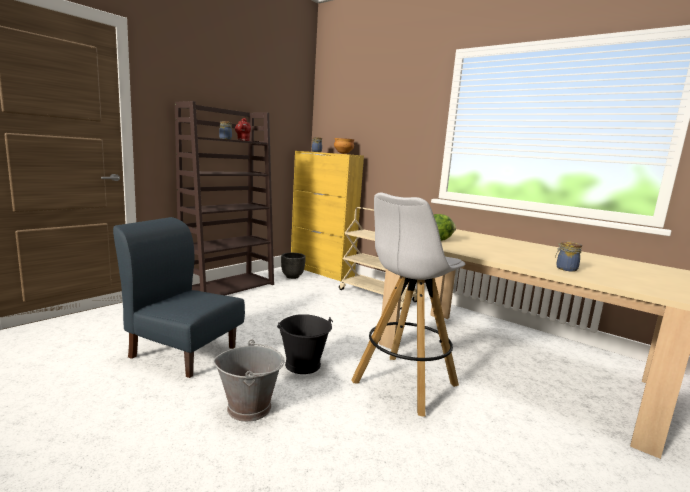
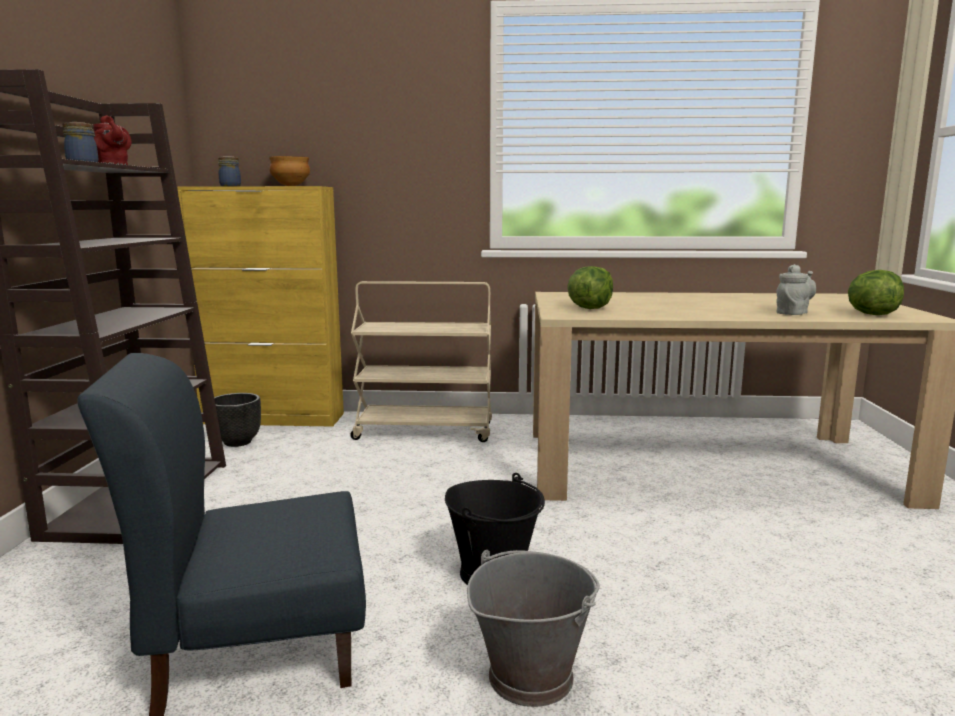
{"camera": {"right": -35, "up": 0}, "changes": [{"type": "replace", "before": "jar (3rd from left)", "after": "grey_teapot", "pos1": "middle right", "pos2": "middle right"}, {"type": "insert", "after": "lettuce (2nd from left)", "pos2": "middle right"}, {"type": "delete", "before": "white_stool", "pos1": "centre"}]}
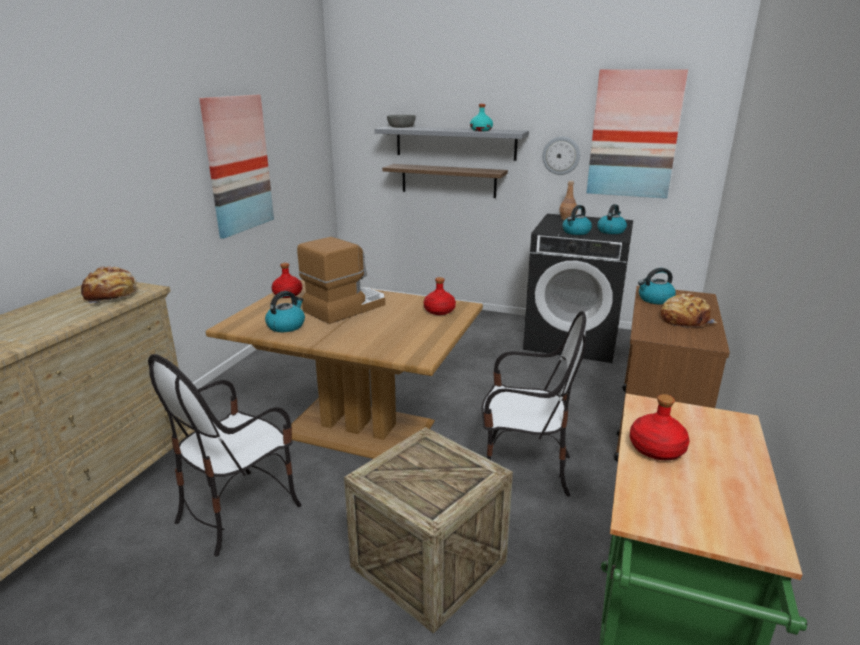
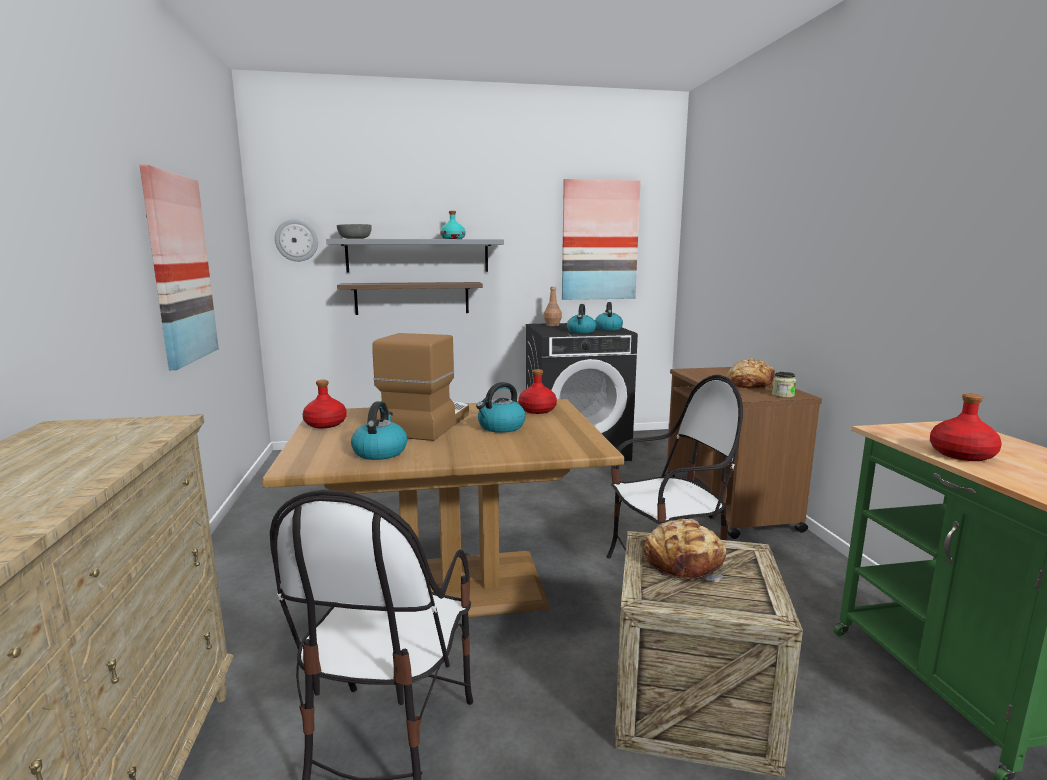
{"camera": {"right": -30, "up": -10}, "changes": [{"type": "move", "before": "wall_clock", "pos1": "top centre", "pos2": "top left"}, {"type": "move", "before": "kettle (4th from left in the first image)", "after": "kettle (2nd from left)", "pos1": "middle right", "pos2": "centre"}, {"type": "move", "before": "bread (1st from left)", "pos1": "middle left", "pos2": "bottom centre"}, {"type": "insert", "after": "jar", "pos2": "middle right"}]}
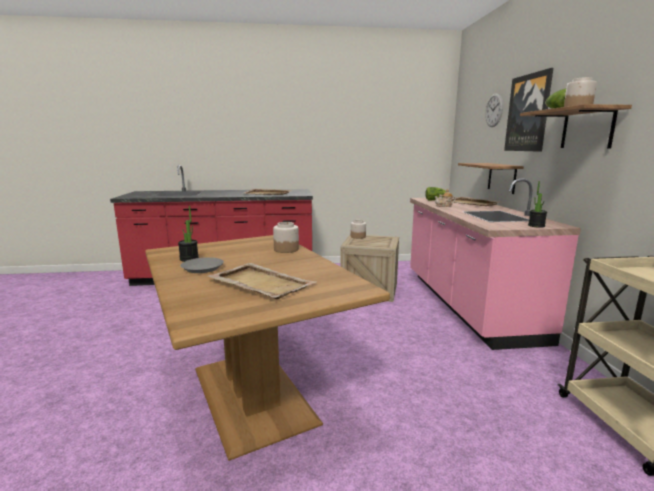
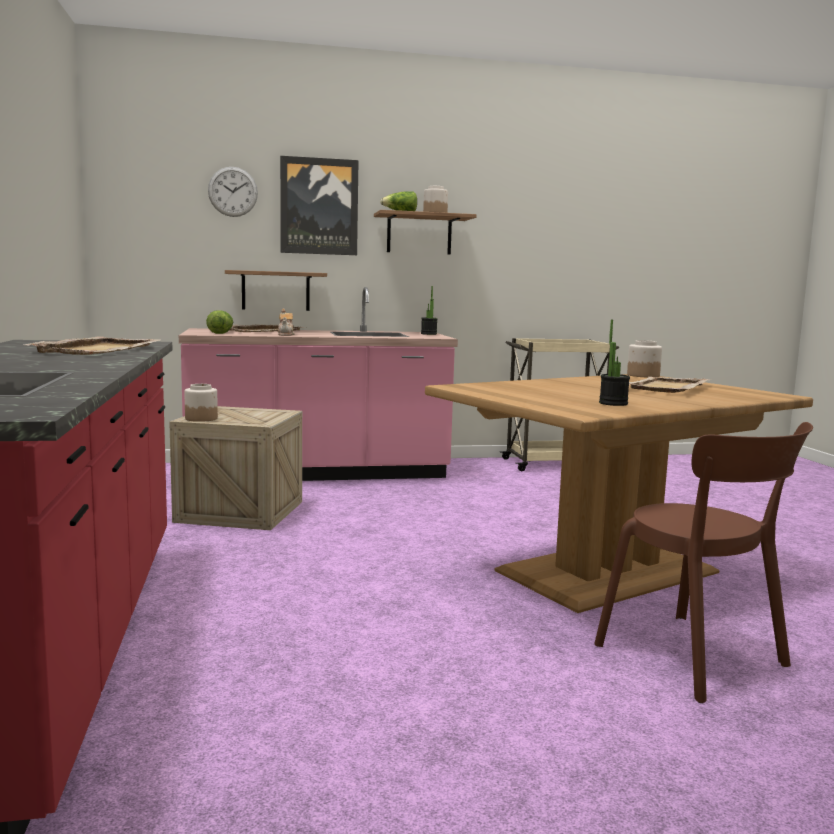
{"camera": {"right": -95, "up": -5}, "changes": [{"type": "insert", "after": "brown_chair", "pos2": "bottom right"}, {"type": "move", "before": "jar (1st from left in the first image)", "after": "jar (3rd from left)", "pos1": "centre", "pos2": "middle right"}, {"type": "delete", "before": "grey_plate", "pos1": "middle left"}]}
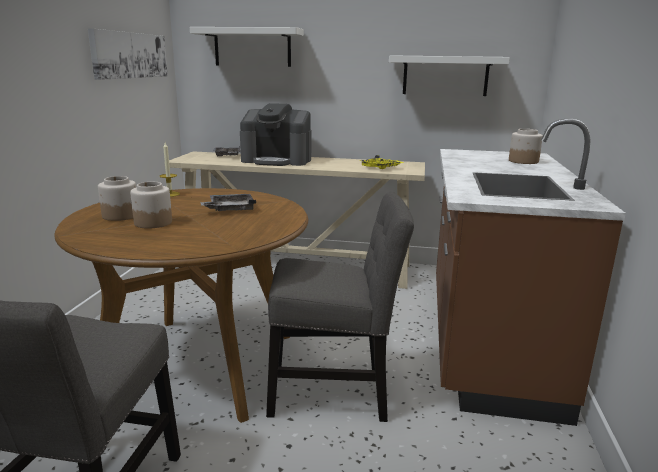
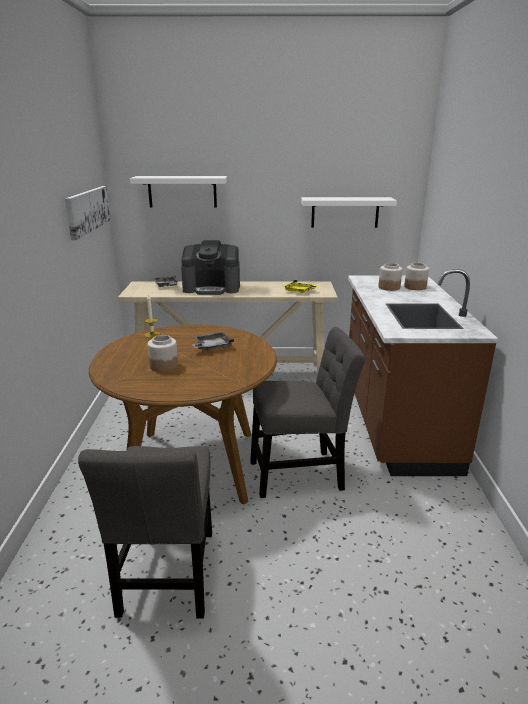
{"camera": {"right": -10, "up": 5}, "changes": [{"type": "move", "before": "jar (1st from left in the first image)", "after": "jar (2nd from left)", "pos1": "middle left", "pos2": "middle right"}]}
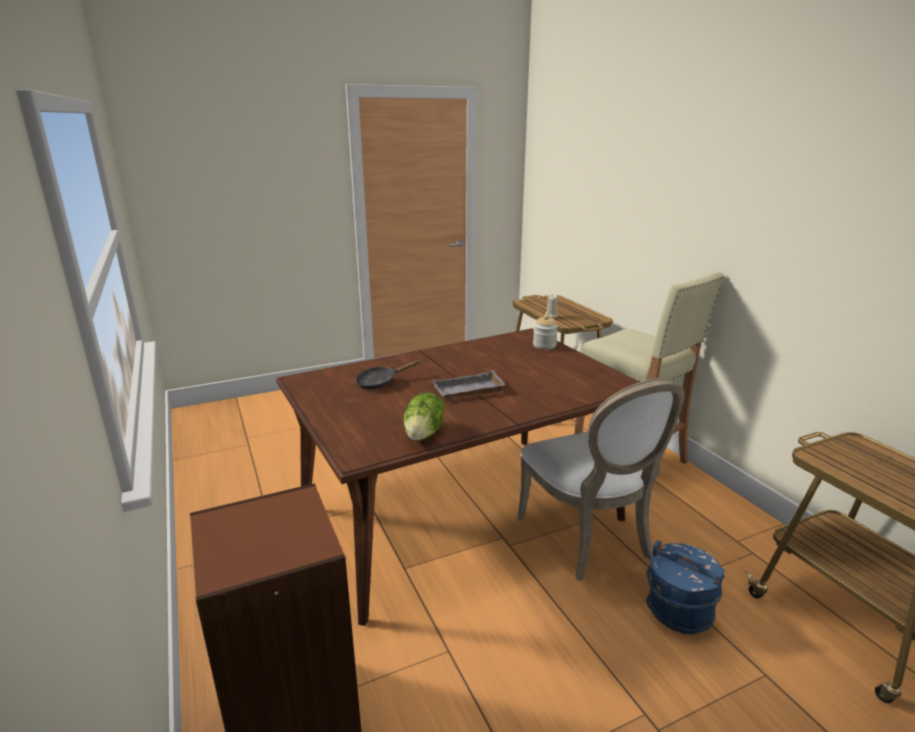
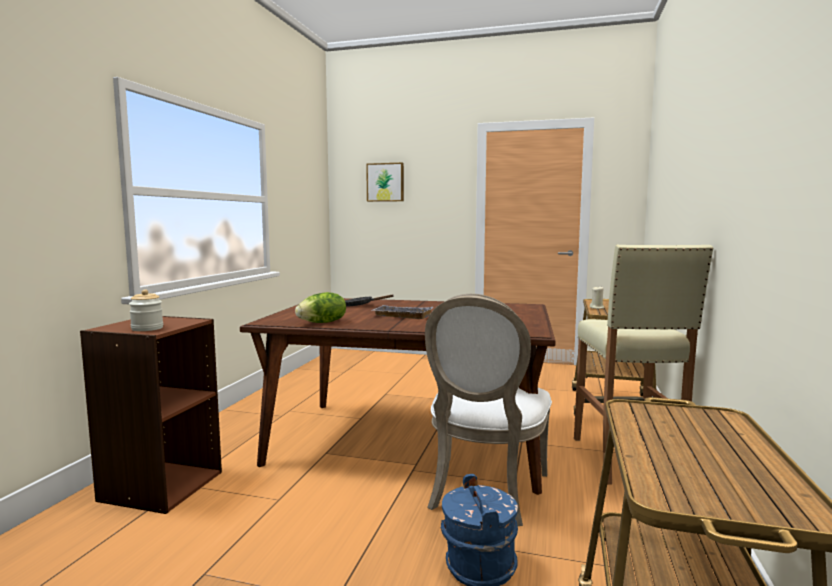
{"camera": {"right": 40, "up": -15}, "changes": [{"type": "move", "before": "jar", "pos1": "centre", "pos2": "middle left"}, {"type": "insert", "after": "picture", "pos2": "top centre"}]}
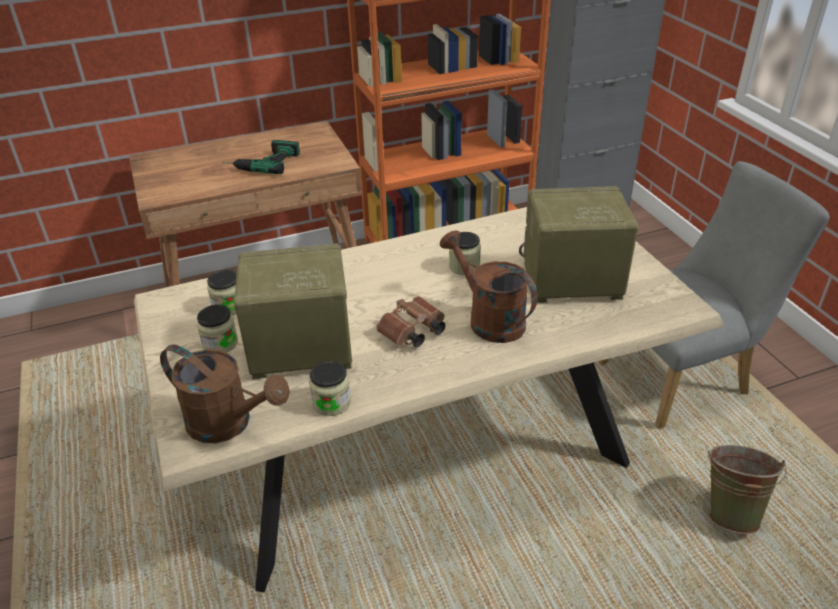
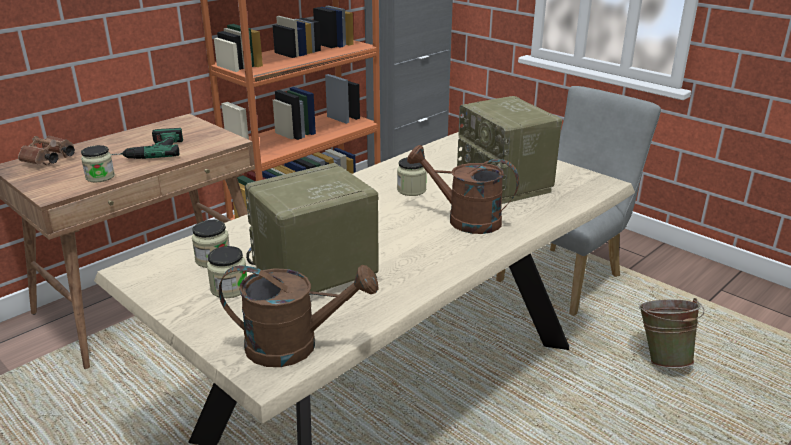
{"camera": {"right": -25, "up": -10}, "changes": [{"type": "move", "before": "brown_binoculars", "pos1": "centre", "pos2": "middle left"}, {"type": "move", "before": "jar (3rd from left in the first image)", "after": "jar (1st from left)", "pos1": "centre", "pos2": "middle left"}, {"type": "rotate", "before": "radio (2nd from left)", "pos1": "middle right", "pos2": "centre", "turn": -90}]}
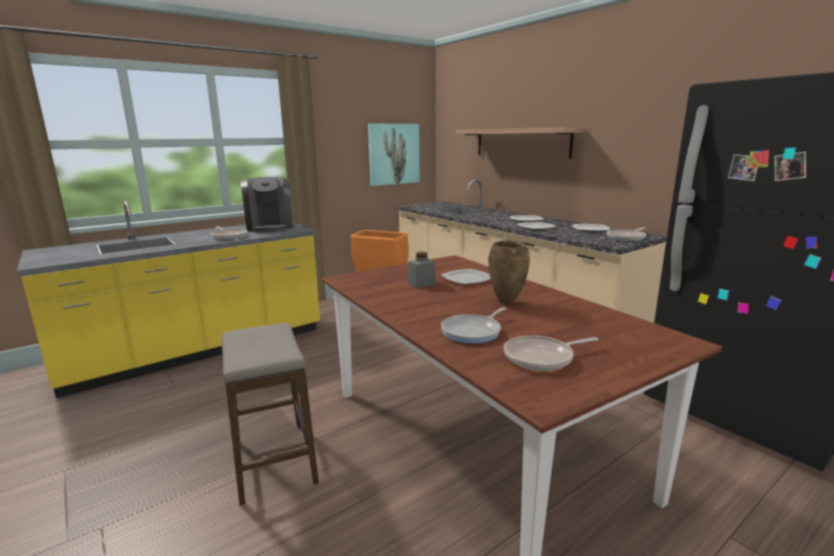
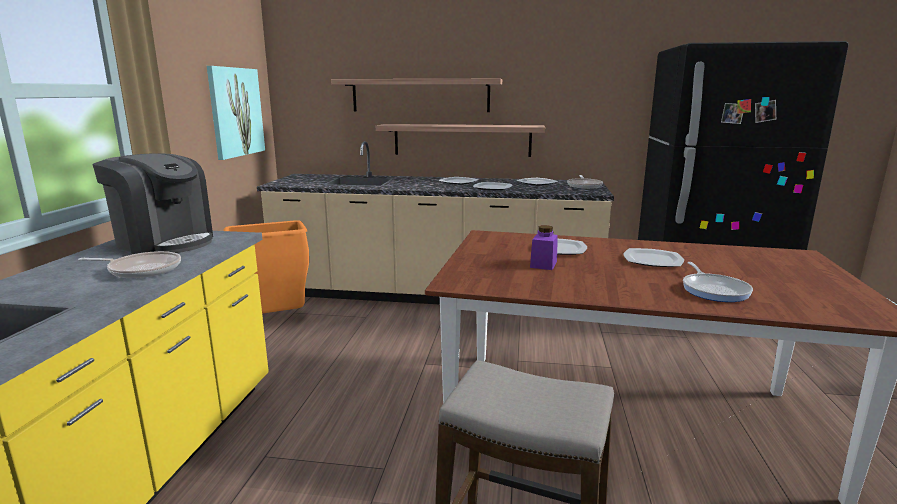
{"camera": {"right": -45, "up": 0}, "changes": [{"type": "insert", "after": "shelf (2nd from left)", "pos2": "top centre"}, {"type": "recolor", "before": "grey_jar", "after": "purple_jar", "pos1": "centre", "pos2": "centre"}, {"type": "replace", "before": "brown_vase", "after": "plate (5th from left)", "pos1": "centre", "pos2": "middle right"}, {"type": "delete", "before": "frying_pan (3rd from left)", "pos1": "centre"}]}
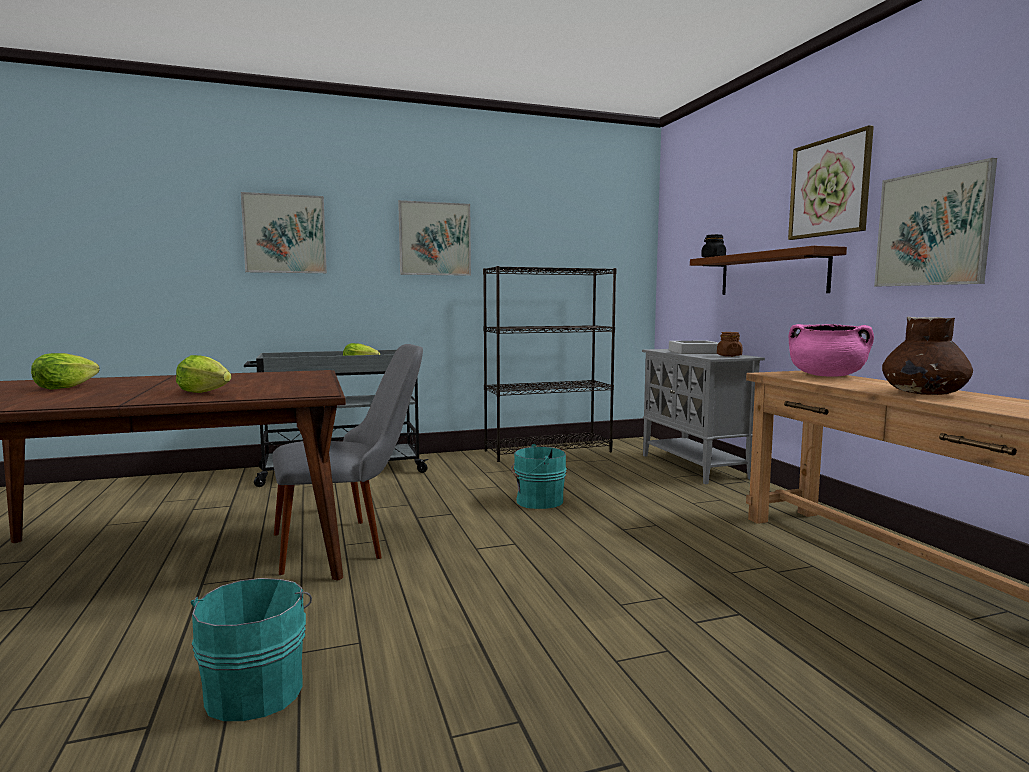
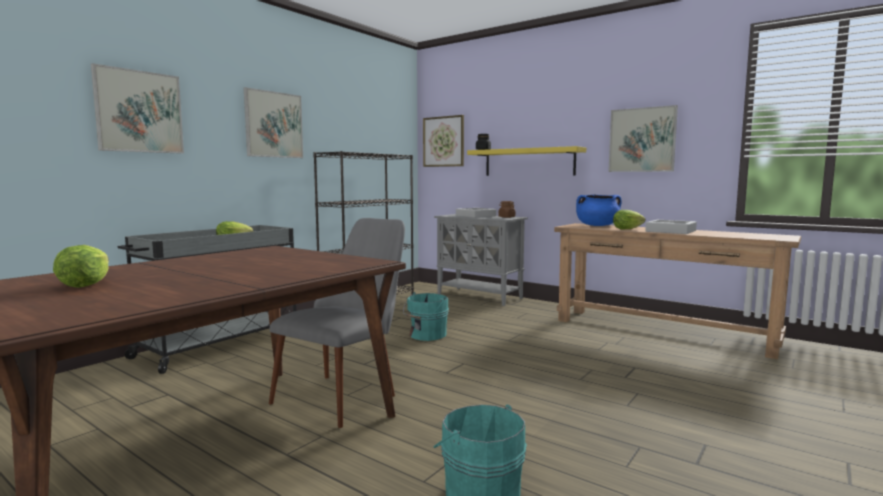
{"camera": {"right": -35, "up": 0}, "changes": [{"type": "move", "before": "picture (3rd from left)", "pos1": "top right", "pos2": "top centre"}, {"type": "recolor", "before": "brown_shelf", "after": "yellow_shelf", "pos1": "middle right", "pos2": "top centre"}, {"type": "recolor", "before": "pink_cooking_pot", "after": "blue_cooking_pot", "pos1": "middle right", "pos2": "middle right"}, {"type": "move", "before": "lettuce (2nd from left in the first image)", "after": "lettuce (3rd from left)", "pos1": "middle left", "pos2": "middle right"}, {"type": "replace", "before": "brown_vase", "after": "grey_tray (2nd from left)", "pos1": "middle right", "pos2": "middle right"}]}
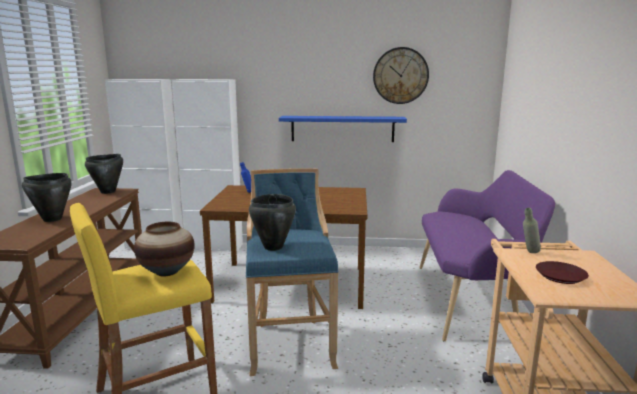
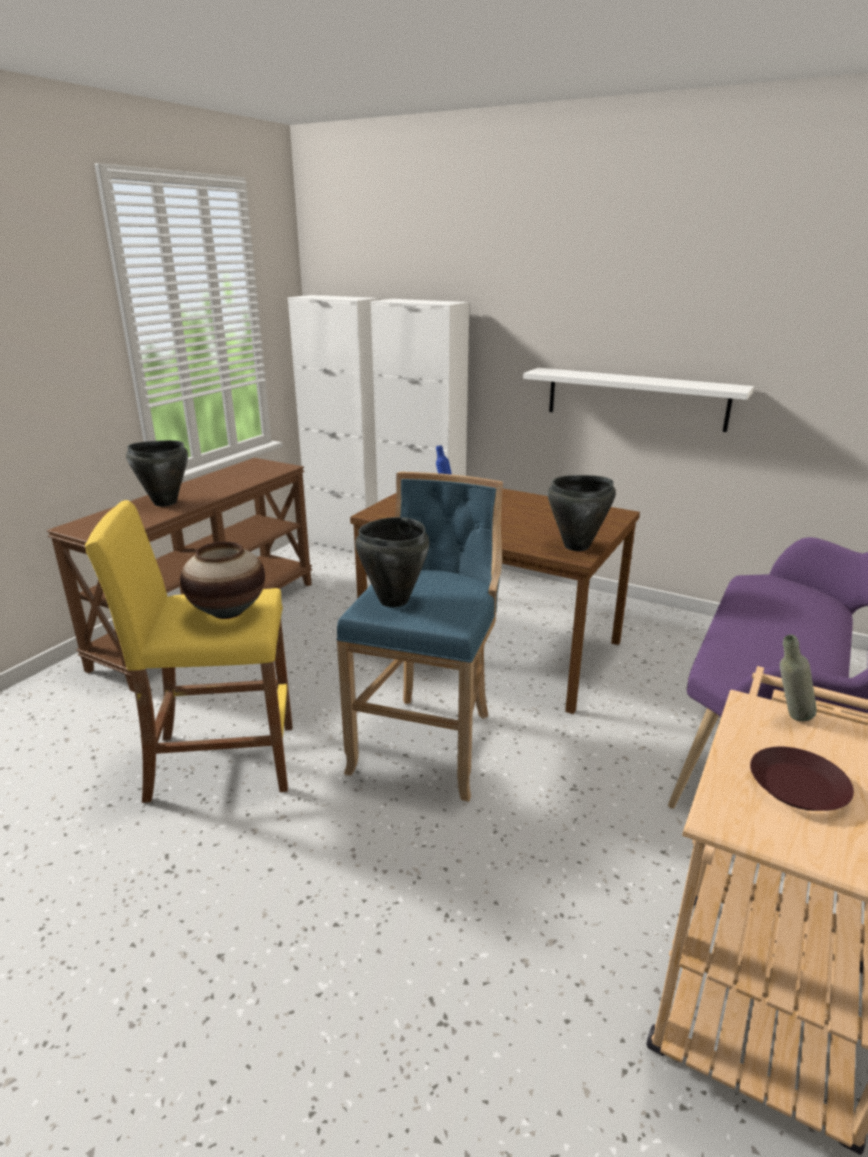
{"camera": {"right": 25, "up": 10}, "changes": [{"type": "recolor", "before": "blue_shelf", "after": "white_shelf", "pos1": "top centre", "pos2": "middle right"}, {"type": "move", "before": "black_cooking_pot (2nd from left in the first image)", "after": "black_cooking_pot (3rd from left)", "pos1": "middle left", "pos2": "middle right"}, {"type": "delete", "before": "wall_clock", "pos1": "top centre"}]}
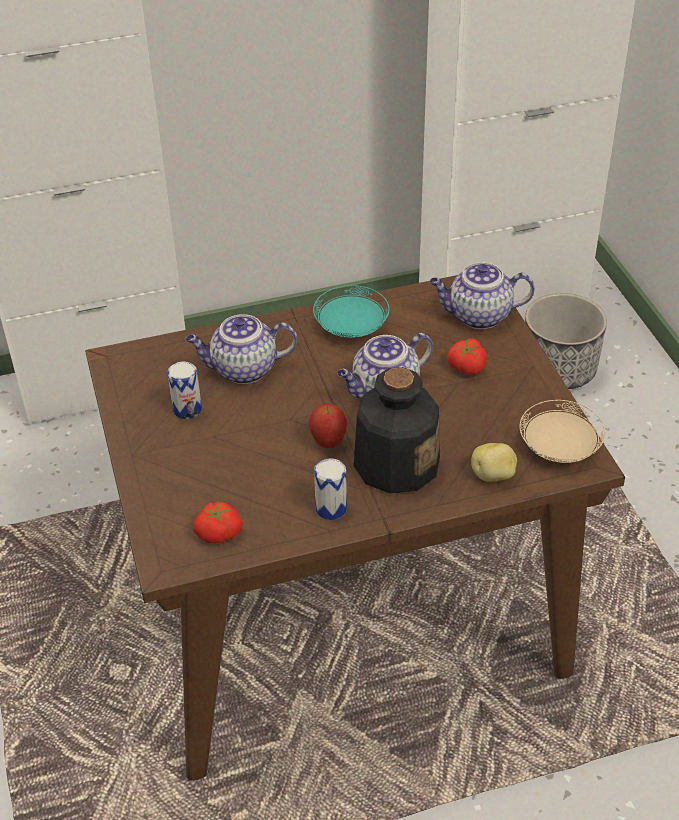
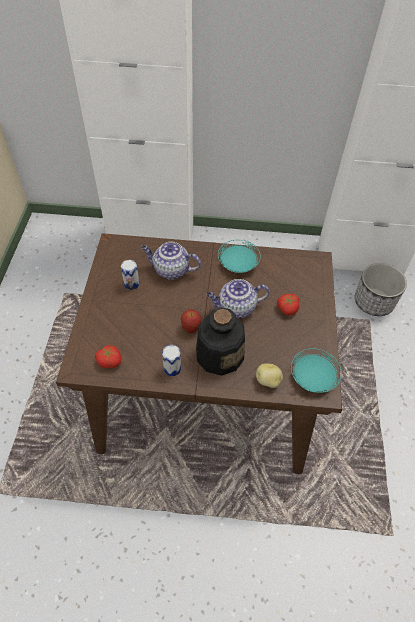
{"camera": {"right": 20, "up": 10}, "changes": [{"type": "recolor", "before": "beige_plate", "after": "turquoise_plate (2nd from left)", "pos1": "middle right", "pos2": "middle right"}, {"type": "delete", "before": "teapot (3rd from left)", "pos1": "middle right"}]}
